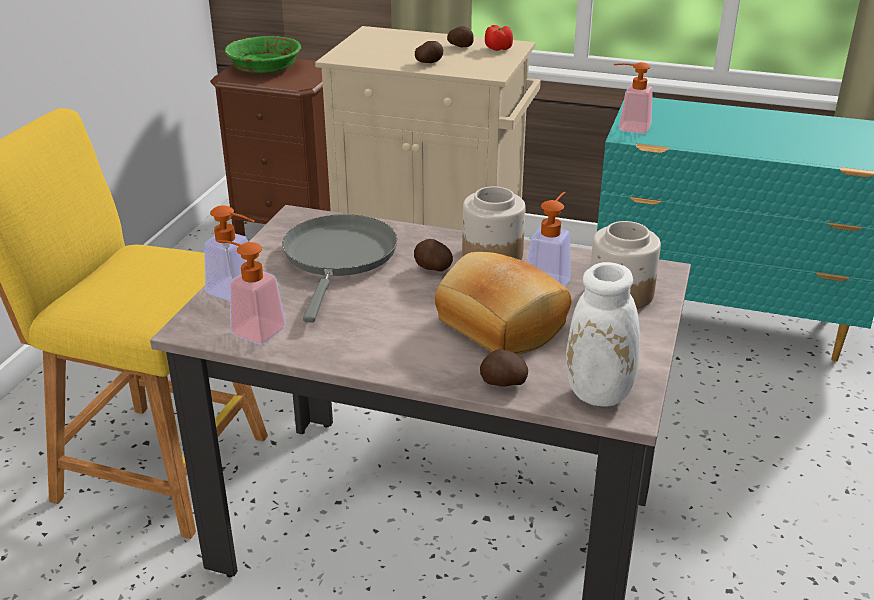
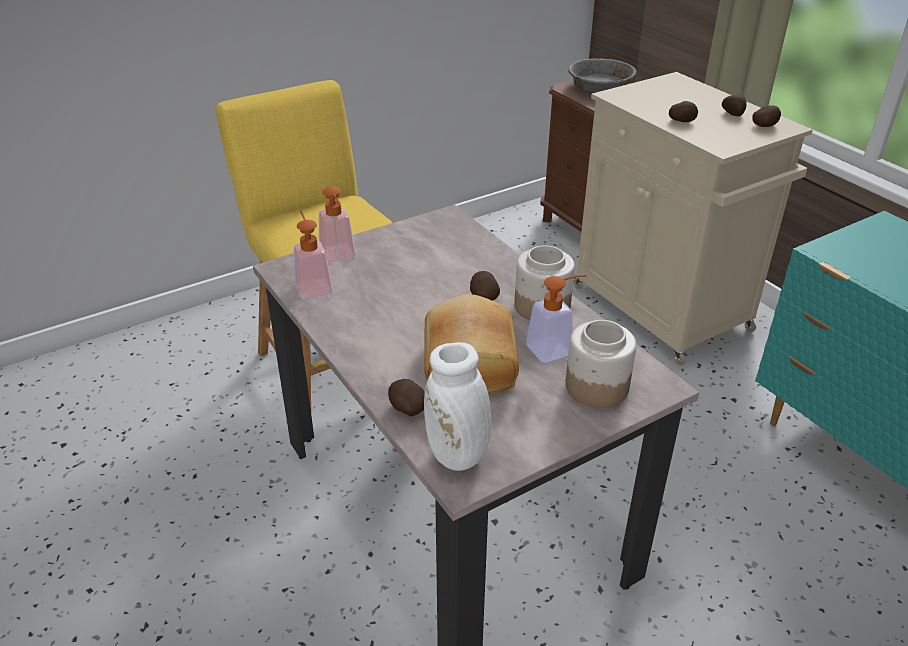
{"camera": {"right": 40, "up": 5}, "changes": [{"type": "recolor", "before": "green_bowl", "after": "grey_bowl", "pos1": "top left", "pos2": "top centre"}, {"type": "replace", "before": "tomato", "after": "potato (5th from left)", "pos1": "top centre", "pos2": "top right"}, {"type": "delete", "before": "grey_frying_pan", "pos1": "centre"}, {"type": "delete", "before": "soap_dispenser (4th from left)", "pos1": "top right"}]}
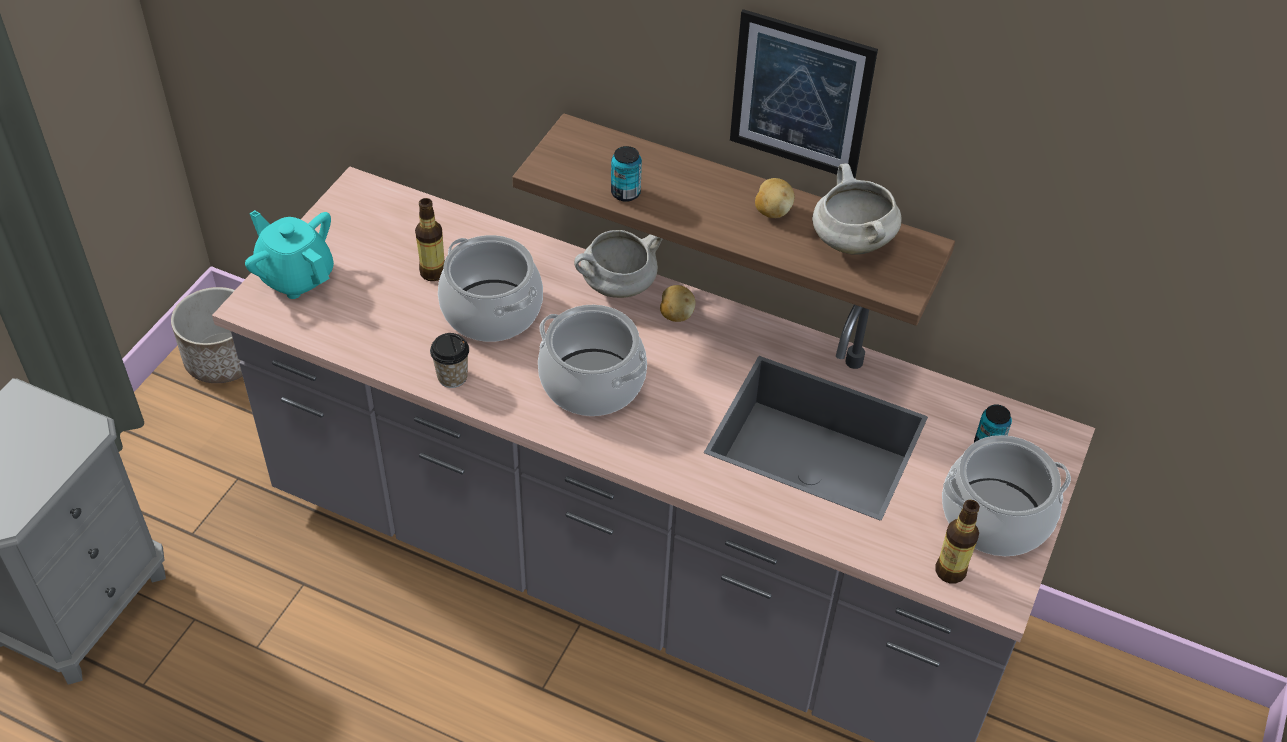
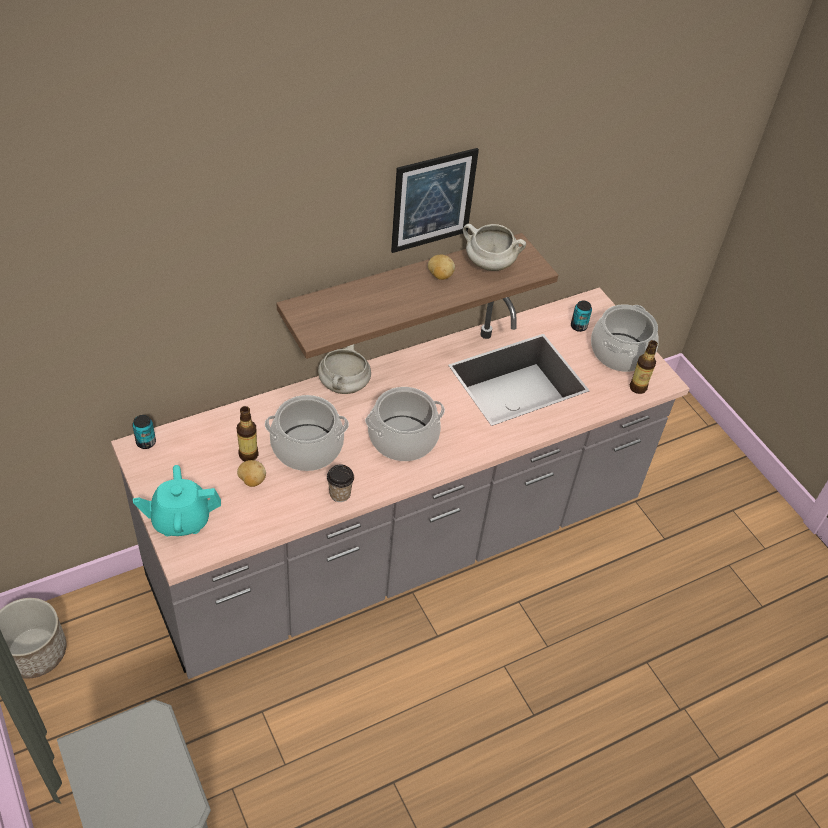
{"camera": {"right": -55, "up": 0}, "changes": [{"type": "move", "before": "can (1st from left)", "pos1": "top centre", "pos2": "middle left"}, {"type": "move", "before": "potato (1st from left)", "pos1": "centre", "pos2": "middle left"}]}
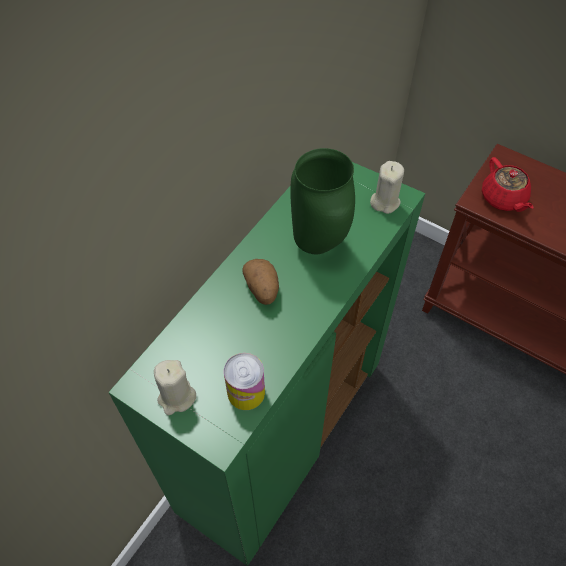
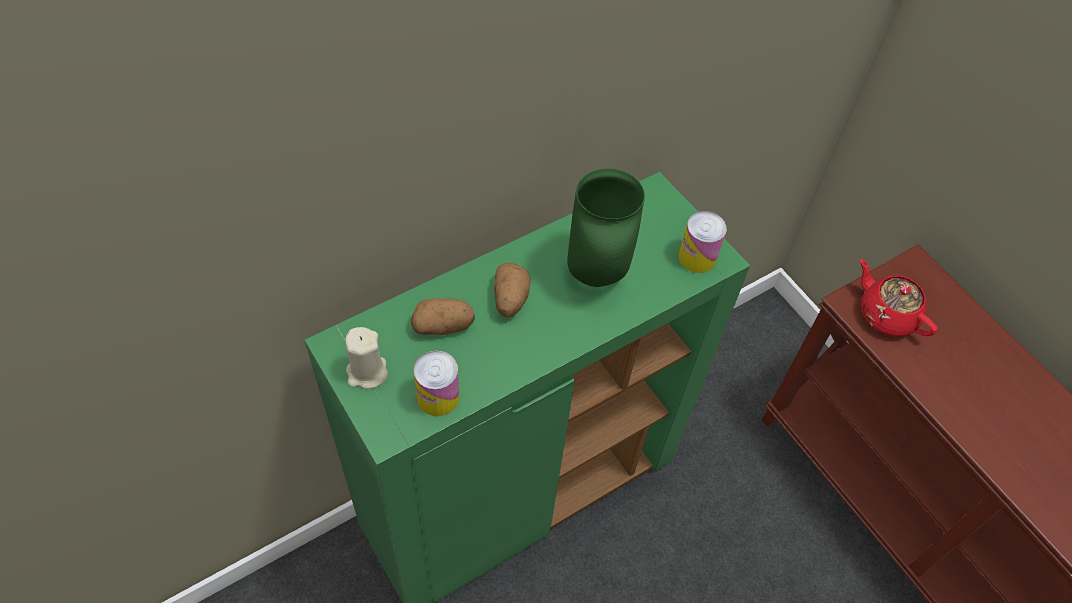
{"camera": {"right": 20, "up": 0}, "changes": [{"type": "insert", "after": "potato (1st from left)", "pos2": "centre"}, {"type": "replace", "before": "beige_candle (2nd from left)", "after": "can (2nd from left)", "pos1": "top right", "pos2": "centre"}, {"type": "rotate", "before": "red_teapot", "pos1": "top right", "pos2": "middle right", "turn": 135}]}
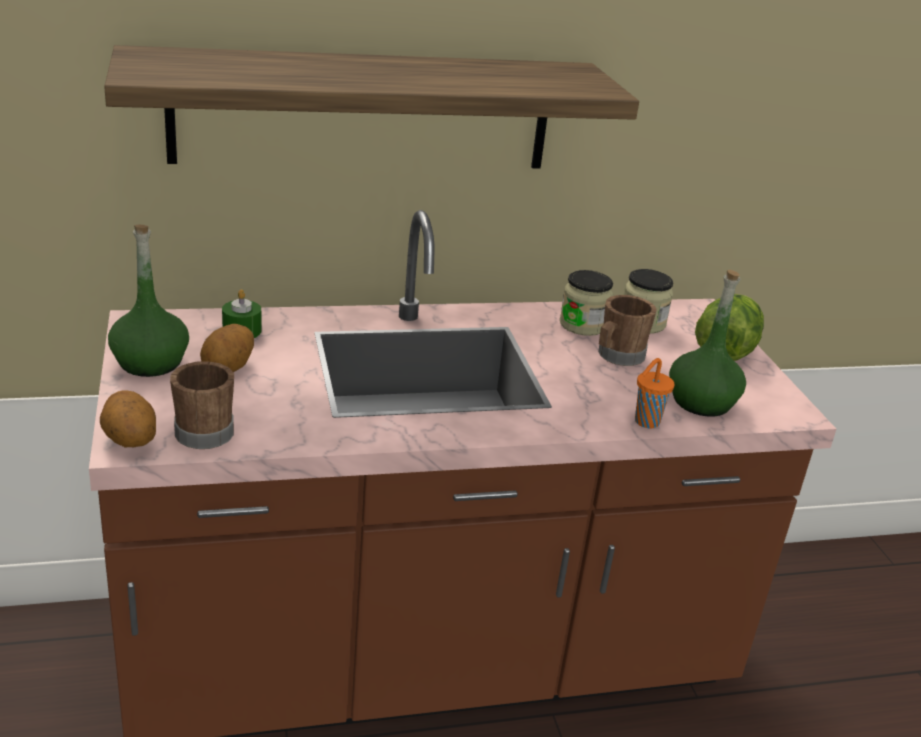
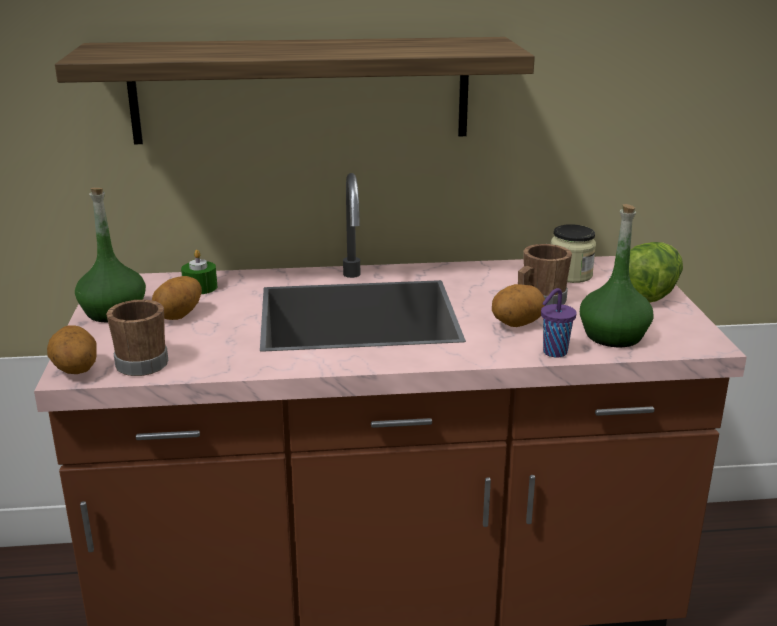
{"camera": {"right": 10, "up": -5}, "changes": [{"type": "insert", "after": "potato (3rd from left)", "pos2": "middle right"}, {"type": "recolor", "before": "orange_cup", "after": "purple_cup", "pos1": "middle right", "pos2": "middle right"}, {"type": "delete", "before": "jar (1st from left)", "pos1": "centre"}]}
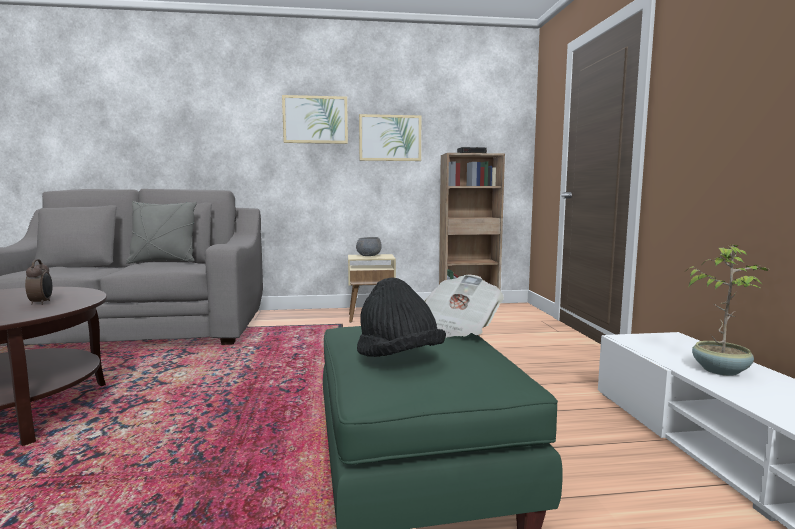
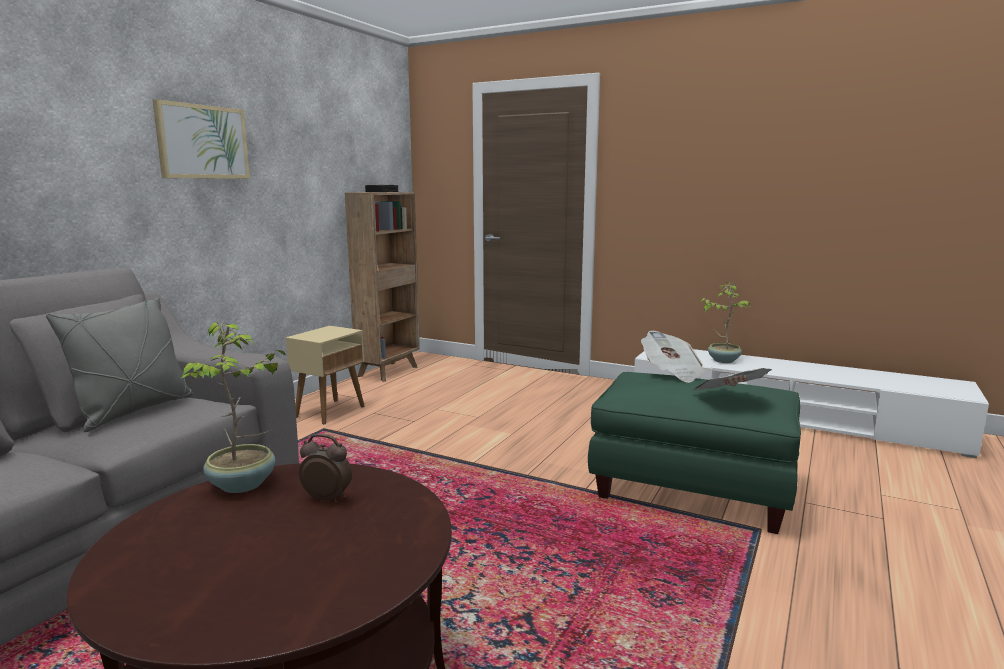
{"camera": {"right": -55, "up": 5}, "changes": [{"type": "insert", "after": "potted_plant (1st from left)", "pos2": "middle left"}, {"type": "replace", "before": "black_hat", "after": "newspaper (2nd from left)", "pos1": "centre", "pos2": "middle right"}, {"type": "delete", "before": "grey_bowl", "pos1": "centre"}, {"type": "delete", "before": "picture (2nd from left)", "pos1": "top centre"}]}
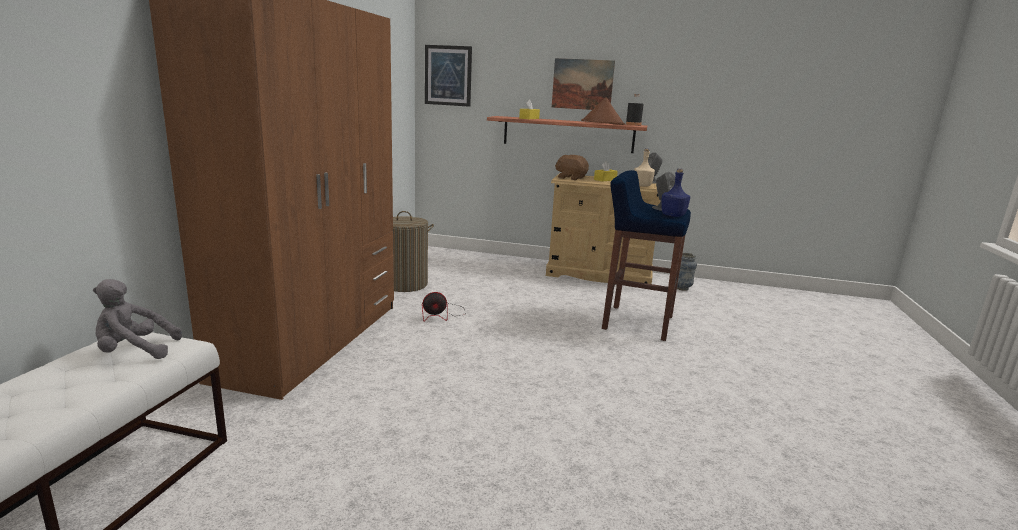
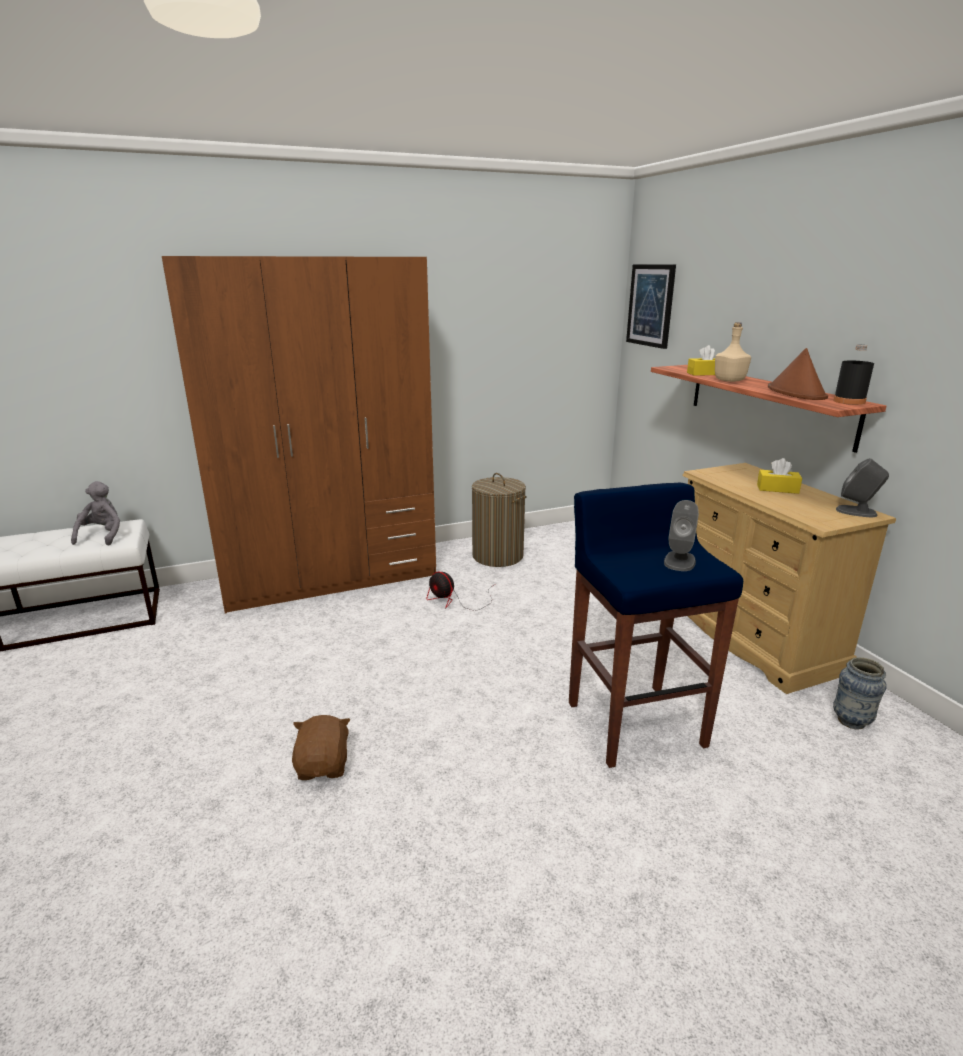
{"camera": {"right": 55, "up": 5}, "changes": [{"type": "rotate", "before": "grey_plush_toy", "pos1": "middle left", "pos2": "middle left", "turn": 45}, {"type": "move", "before": "brown_plush_toy", "pos1": "top centre", "pos2": "bottom centre"}, {"type": "move", "before": "beige_bottle", "pos1": "top centre", "pos2": "middle right"}, {"type": "delete", "before": "picture (2nd from left)", "pos1": "top centre"}, {"type": "delete", "before": "blue_bottle", "pos1": "centre"}]}
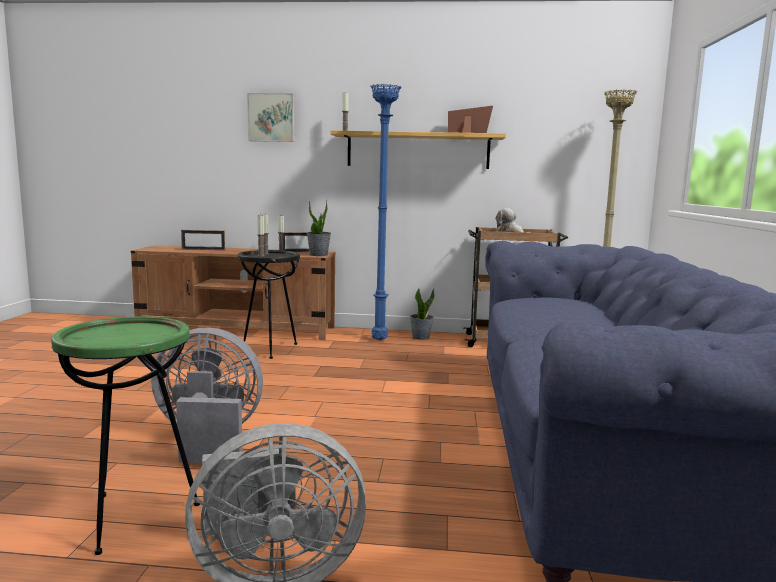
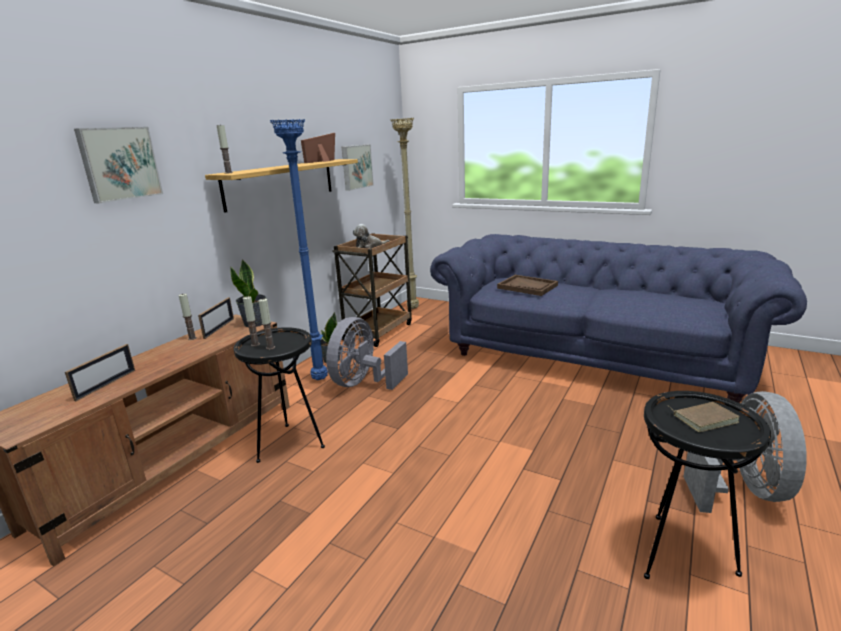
{"camera": {"right": -65, "up": 10}, "changes": [{"type": "move", "before": "grey_fan (1st from left)", "pos1": "bottom left", "pos2": "centre"}, {"type": "insert", "after": "picture (2nd from left)", "pos2": "top centre"}, {"type": "insert", "after": "brown_tray", "pos2": "centre"}, {"type": "recolor", "before": "green_side_table", "after": "black_side_table (2nd from left)", "pos1": "bottom left", "pos2": "bottom right"}, {"type": "insert", "after": "brown_book", "pos2": "middle right"}]}
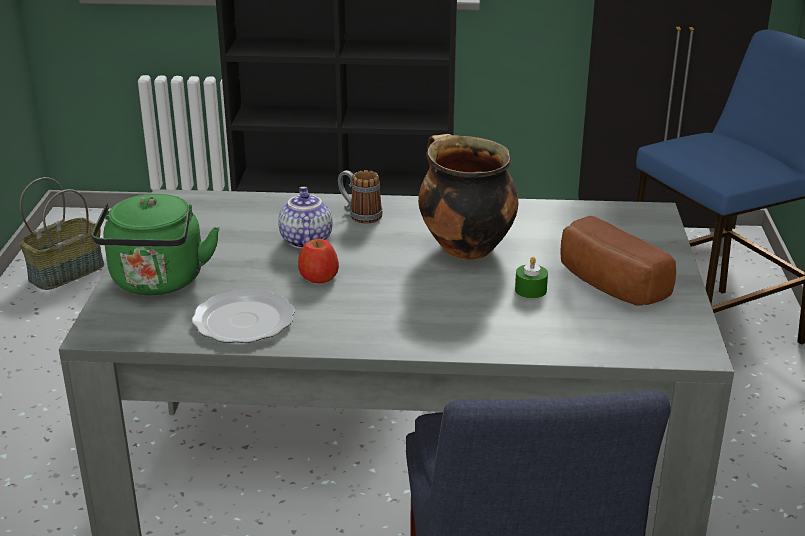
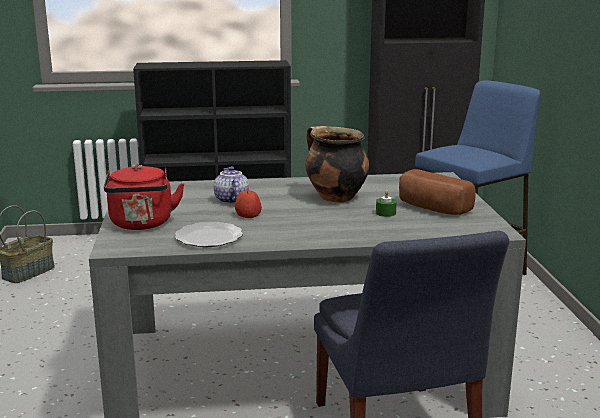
{"camera": {"right": -10, "up": -10}, "changes": [{"type": "recolor", "before": "green_kettle", "after": "red_kettle", "pos1": "middle left", "pos2": "middle left"}, {"type": "delete", "before": "mug", "pos1": "centre"}]}
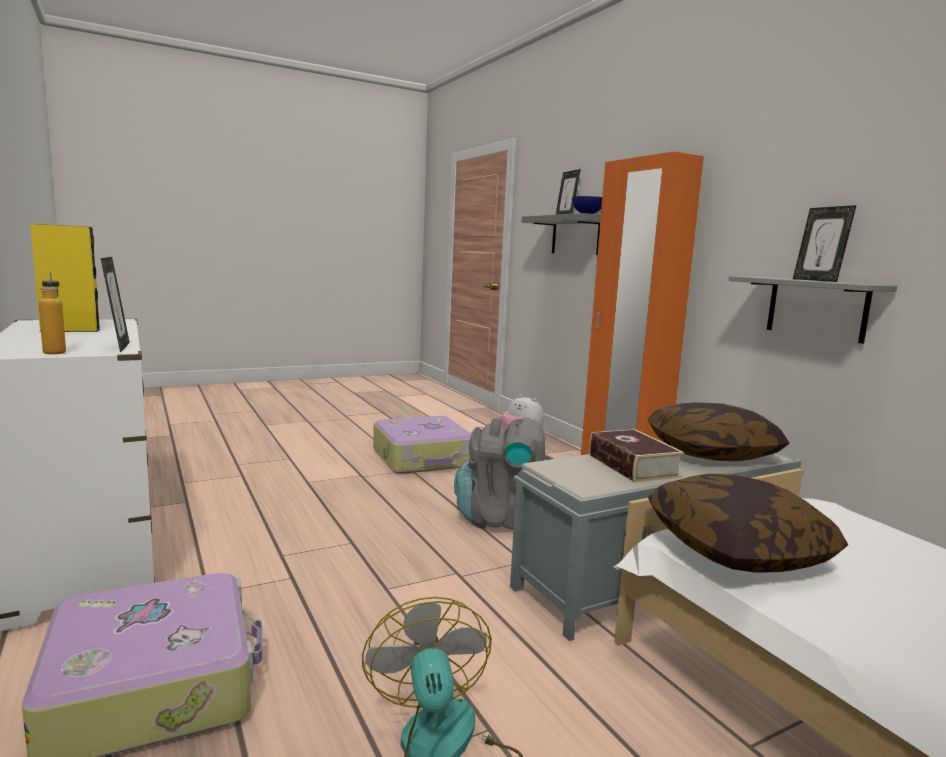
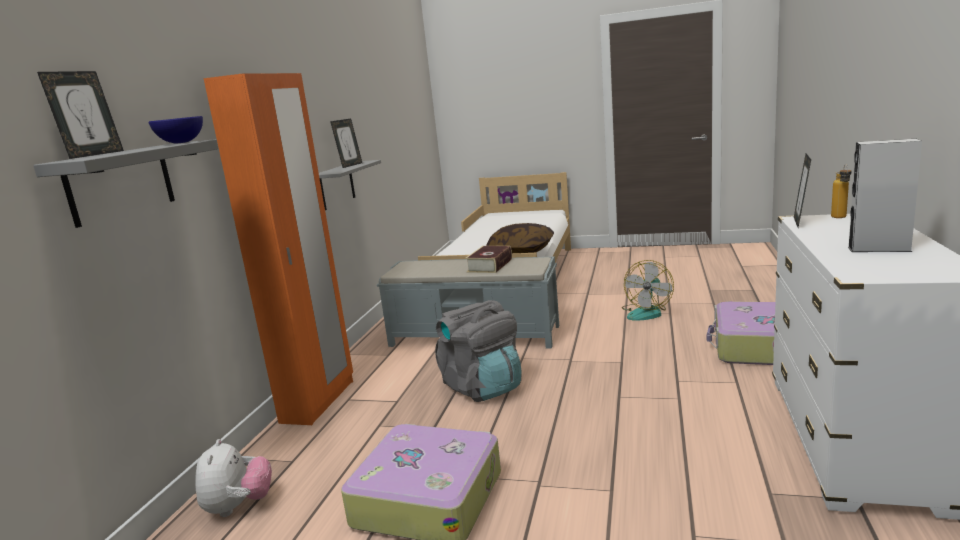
{"camera": {"right": -135, "up": 5}, "changes": [{"type": "recolor", "before": "yellow_speaker", "after": "grey_speaker", "pos1": "middle left", "pos2": "middle right"}, {"type": "delete", "before": "pillow (1st from left)", "pos1": "middle right"}]}
